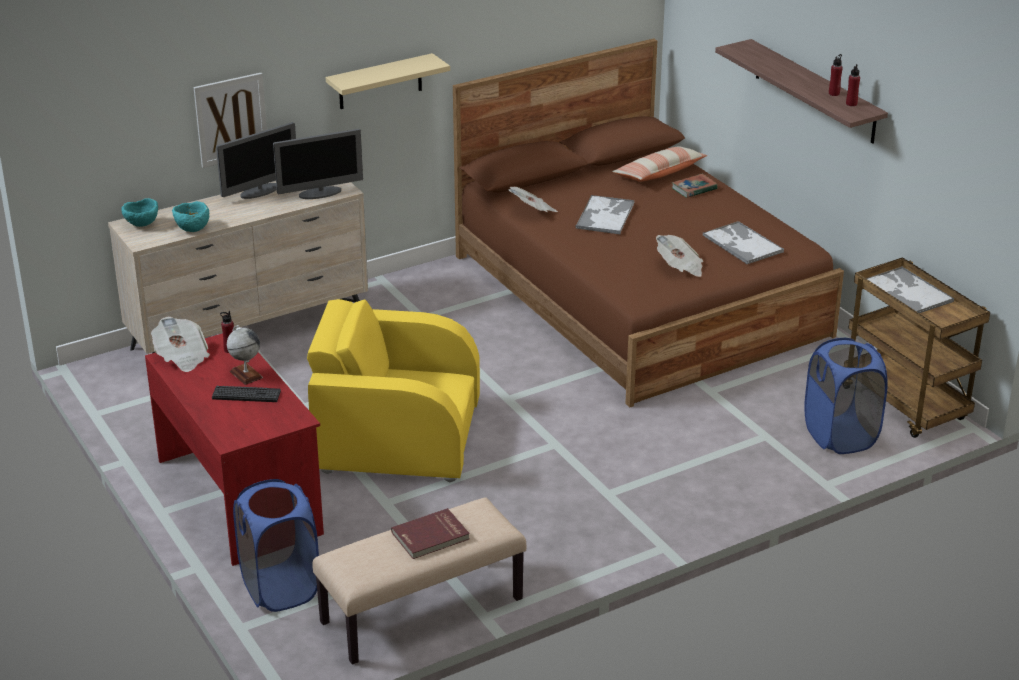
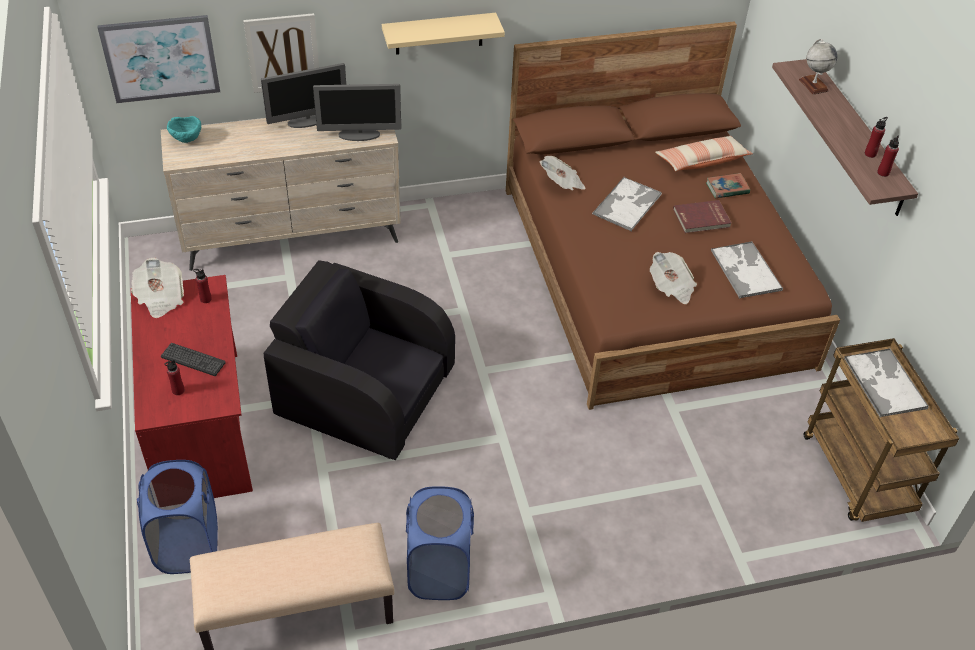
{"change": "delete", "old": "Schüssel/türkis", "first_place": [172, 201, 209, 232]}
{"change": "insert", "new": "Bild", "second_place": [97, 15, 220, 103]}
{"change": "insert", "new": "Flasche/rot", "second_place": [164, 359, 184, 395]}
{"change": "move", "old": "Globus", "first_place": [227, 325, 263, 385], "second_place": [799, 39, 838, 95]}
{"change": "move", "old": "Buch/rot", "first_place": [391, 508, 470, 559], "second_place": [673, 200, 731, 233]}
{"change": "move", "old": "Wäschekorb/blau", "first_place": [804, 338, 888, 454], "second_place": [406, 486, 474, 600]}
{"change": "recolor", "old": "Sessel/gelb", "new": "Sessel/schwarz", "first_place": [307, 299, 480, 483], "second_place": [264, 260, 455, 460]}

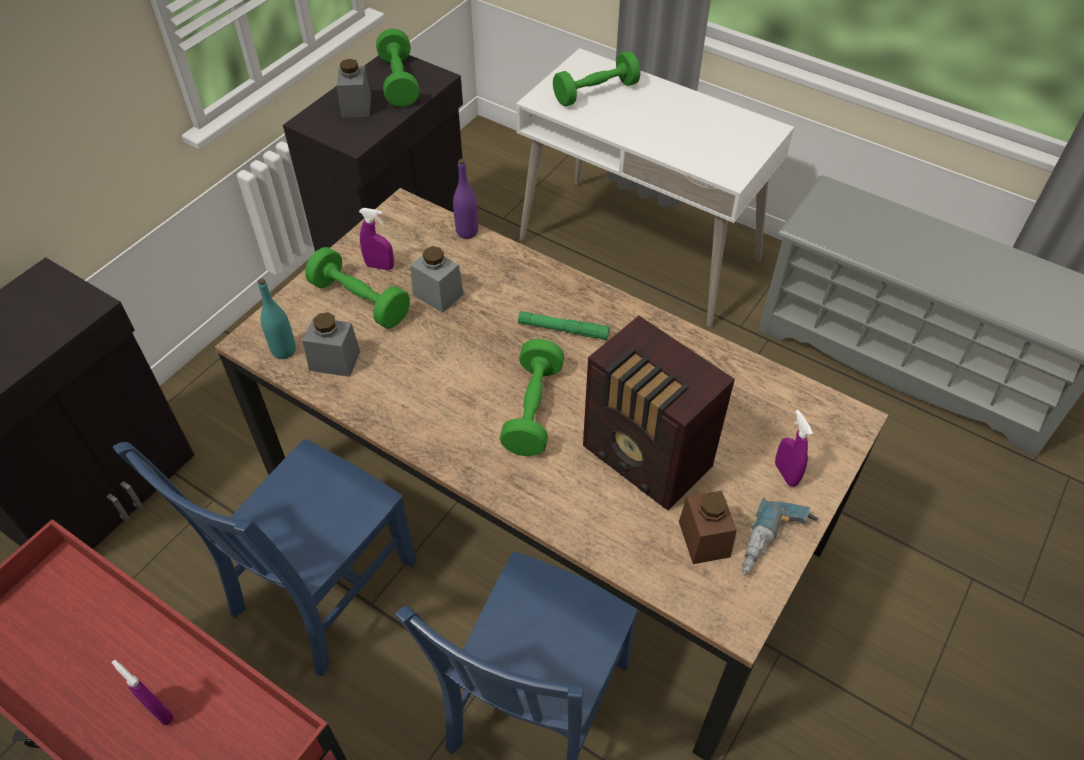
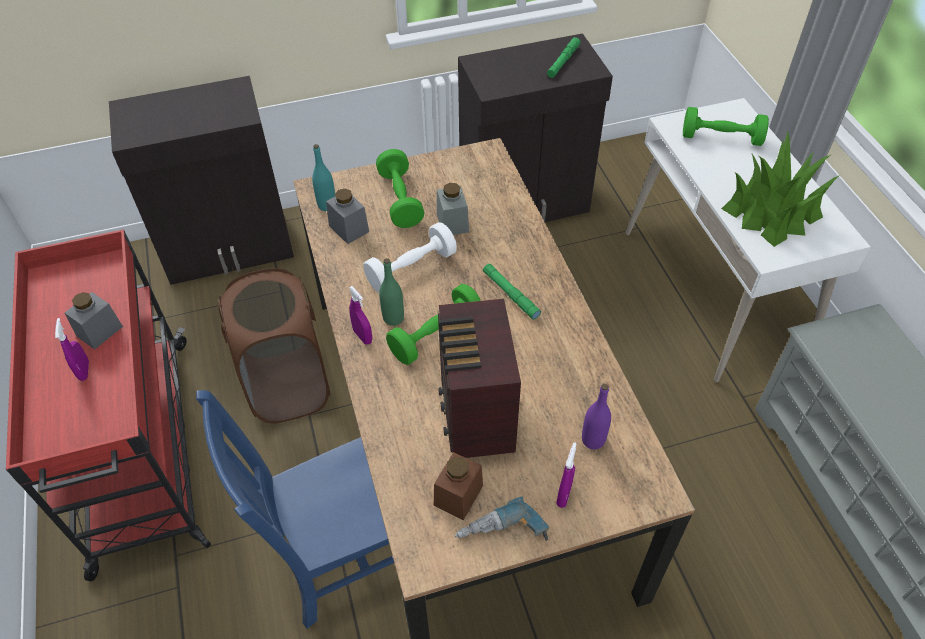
{"change": "insert", "new": "Hantel/weiß", "second_place": [363, 222, 457, 292]}
{"change": "insert", "new": "Flasche/grün", "second_place": [379, 258, 404, 326]}
{"change": "insert", "new": "Topfpflanze", "second_place": [721, 132, 840, 247]}
{"change": "move", "old": "Vorratsglas/grau", "first_place": [337, 59, 371, 118], "second_place": [65, 292, 123, 349]}
{"change": "move", "old": "Sprühflasche/lila", "first_place": [359, 208, 394, 270], "second_place": [349, 286, 372, 345]}
{"change": "move", "old": "Flasche/lila", "first_place": [453, 159, 478, 239], "second_place": [582, 384, 611, 450]}
{"change": "replace", "old": "Stuhl/blau", "new": "Wäschekorb/braun", "first_place": [113, 439, 417, 677], "second_place": [218, 268, 331, 424]}
{"change": "replace", "old": "Hantel/grün", "new": "Taschenlampe/grün", "first_place": [376, 29, 419, 107], "second_place": [547, 37, 580, 78]}

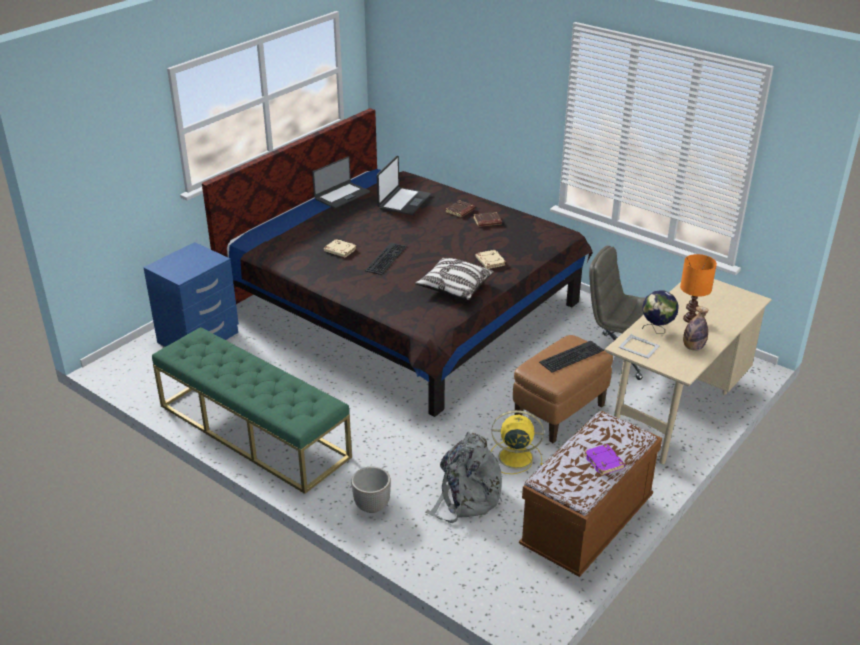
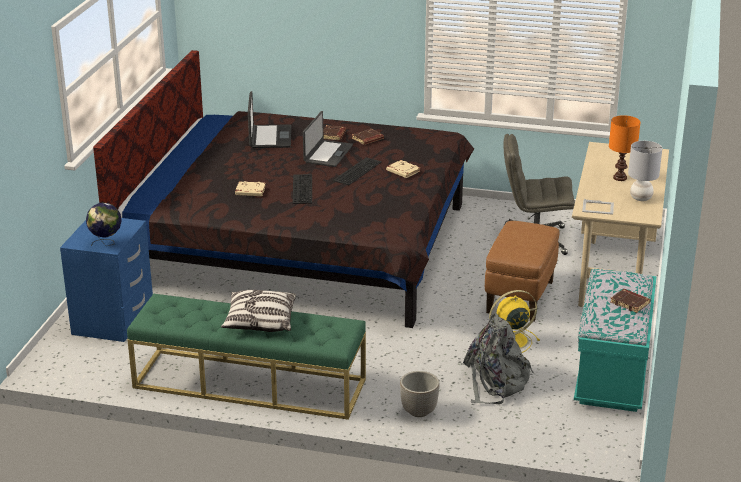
{"change": "move", "old": "Laptop", "first_place": [312, 156, 370, 208], "second_place": [303, 111, 353, 167]}
{"change": "move", "old": "Kissen", "first_place": [415, 258, 493, 300], "second_place": [221, 290, 296, 332]}
{"change": "move", "old": "Tastatur", "first_place": [539, 341, 604, 373], "second_place": [333, 157, 382, 185]}
{"change": "move", "old": "Globus", "first_place": [642, 290, 679, 334], "second_place": [86, 203, 122, 246]}
{"change": "replace", "old": "Flasche", "new": "Tischlampe/grau", "first_place": [683, 306, 709, 351], "second_place": [628, 141, 662, 201]}
{"change": "recolor", "old": "Bank/braun", "new": "Bank/türkis", "first_place": [519, 411, 662, 577], "second_place": [574, 269, 656, 412]}
{"change": "recolor", "old": "Buch/lila", "new": "Buch/braun", "first_place": [584, 444, 626, 476], "second_place": [610, 289, 651, 313]}

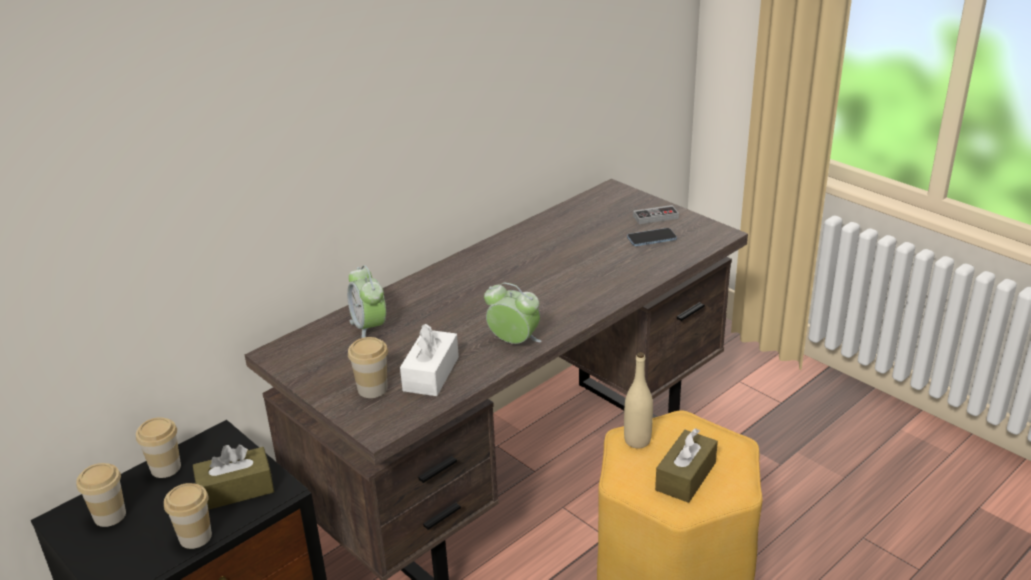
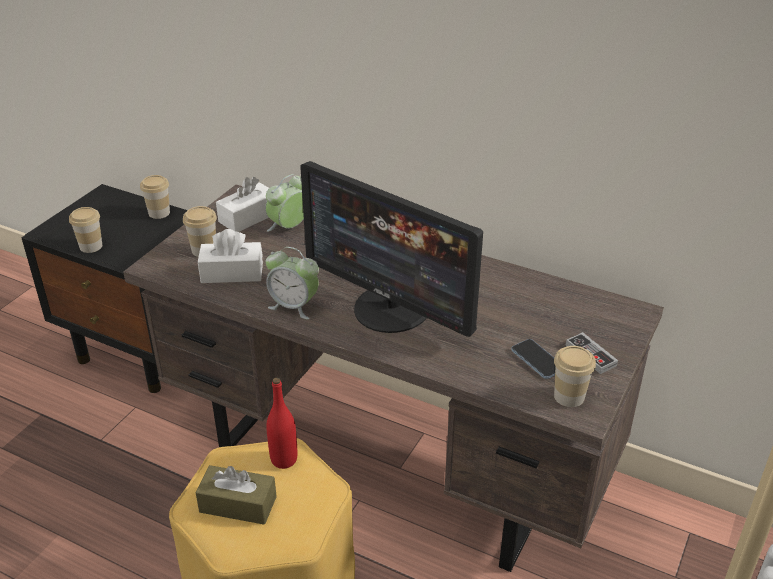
{"change": "delete", "old": "Taschentuchbox/braun", "first_place": [193, 445, 274, 510]}
{"change": "insert", "new": "Taschentuchbox/weiß", "second_place": [216, 177, 269, 232]}
{"change": "insert", "new": "Monitor", "second_place": [300, 161, 483, 337]}
{"change": "move", "old": "Tasse", "first_place": [76, 463, 126, 527], "second_place": [554, 346, 596, 407]}
{"change": "recolor", "old": "Flasche/beige", "new": "Flasche/rot", "first_place": [624, 352, 653, 448], "second_place": [266, 378, 297, 469]}
{"change": "rotate", "old": "Wecker", "first_place": [484, 283, 542, 344], "second_place": [266, 247, 319, 319], "degrees": 105}

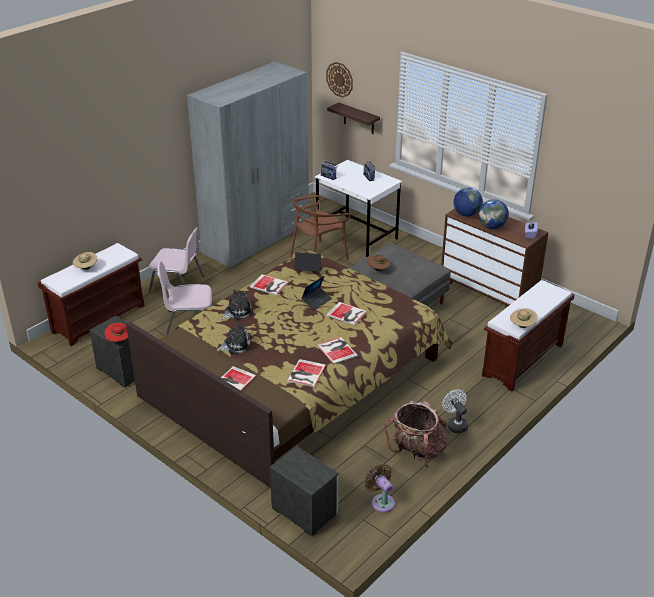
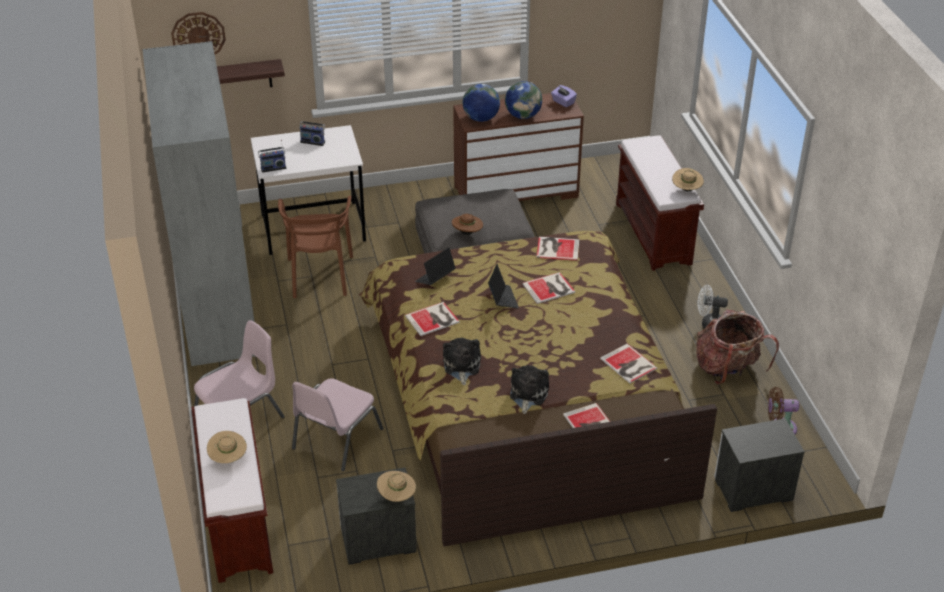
{"change": "move", "old": "Buch", "first_place": [317, 337, 358, 365], "second_place": [536, 237, 579, 261]}
{"change": "recolor", "old": "Hut/rot", "new": "Hut/beige", "first_place": [104, 323, 128, 342], "second_place": [377, 471, 416, 502]}

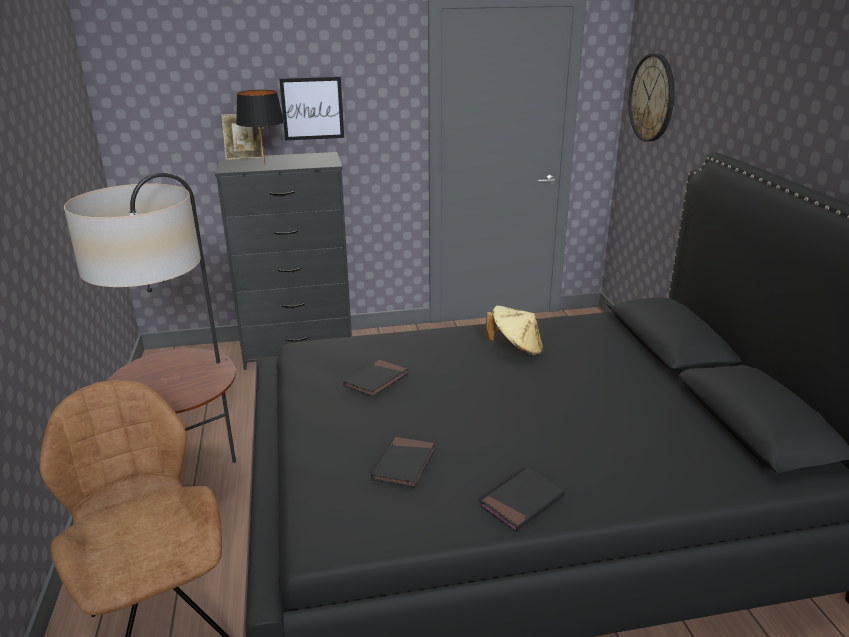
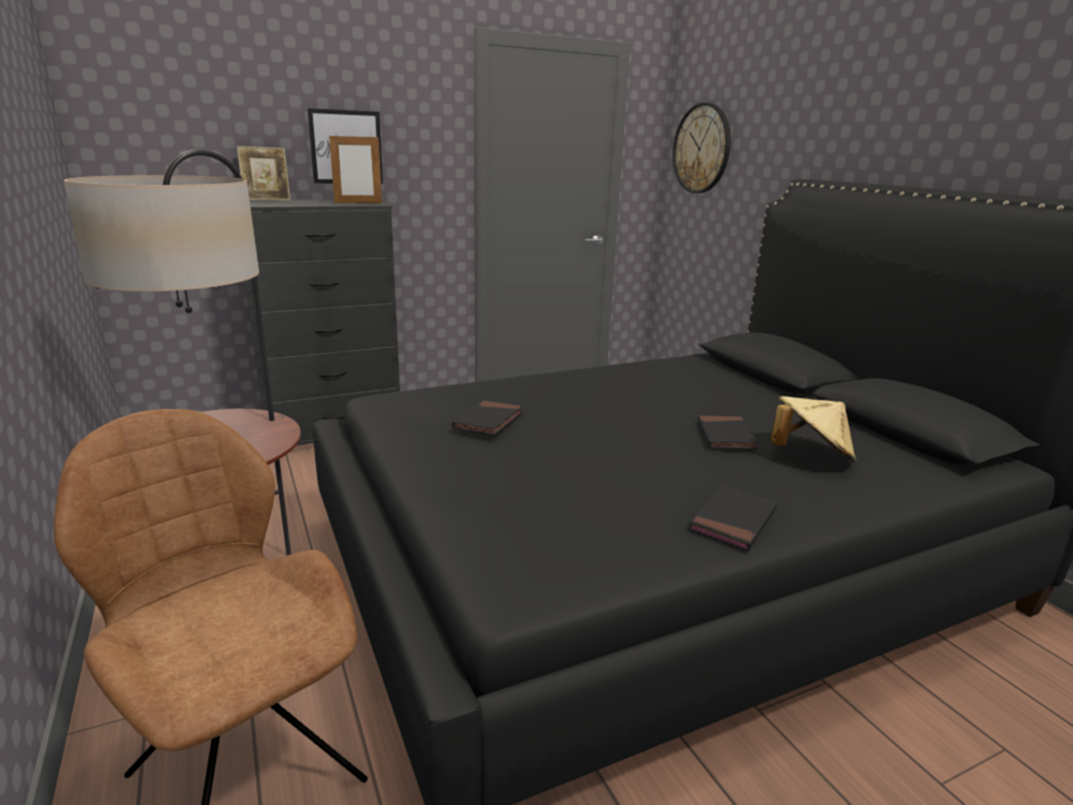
{"change": "delete", "old": "Tischlampe/schwarz", "first_place": [236, 90, 284, 163]}
{"change": "insert", "new": "Bilderrahmen", "second_place": [329, 136, 382, 203]}
{"change": "move", "old": "Buch/schwarz", "first_place": [371, 437, 436, 488], "second_place": [698, 416, 759, 449]}
{"change": "move", "old": "Hut/beige", "first_place": [485, 305, 543, 356], "second_place": [770, 396, 857, 463]}

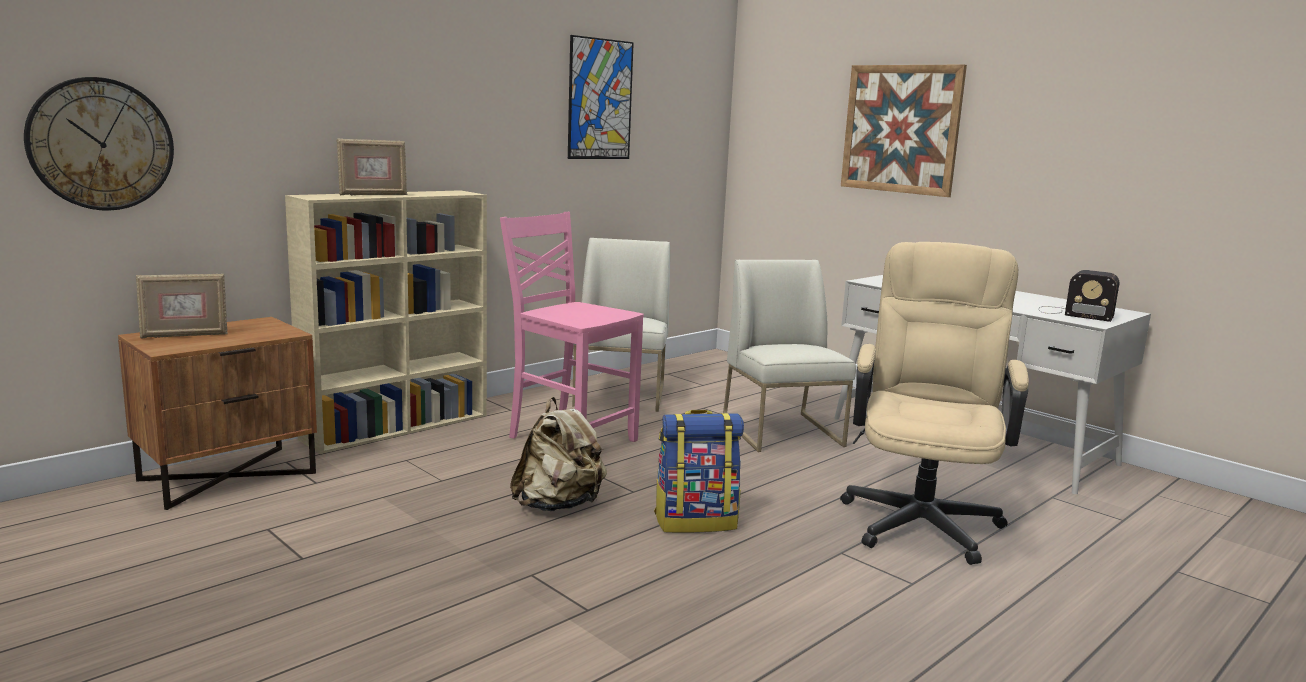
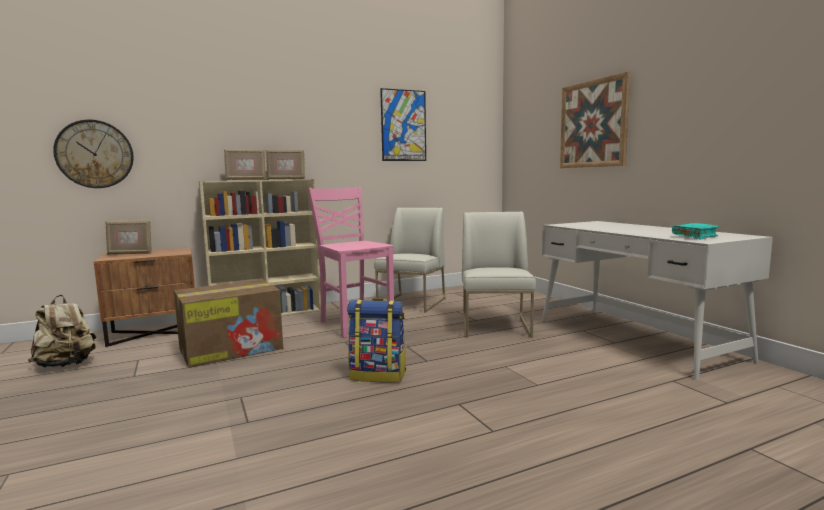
{"change": "delete", "old": "Bürostuhl/beige", "first_place": [840, 242, 1029, 565]}
{"change": "insert", "new": "Karton", "second_place": [174, 279, 283, 368]}
{"change": "insert", "new": "Bilderrahmen", "second_place": [266, 150, 305, 179]}
{"change": "move", "old": "Rucksack/beige", "first_place": [510, 397, 607, 511], "second_place": [28, 295, 96, 368]}
{"change": "replace", "old": "Radio", "new": "Buch/türkis", "first_place": [1038, 270, 1119, 322], "second_place": [672, 223, 720, 239]}

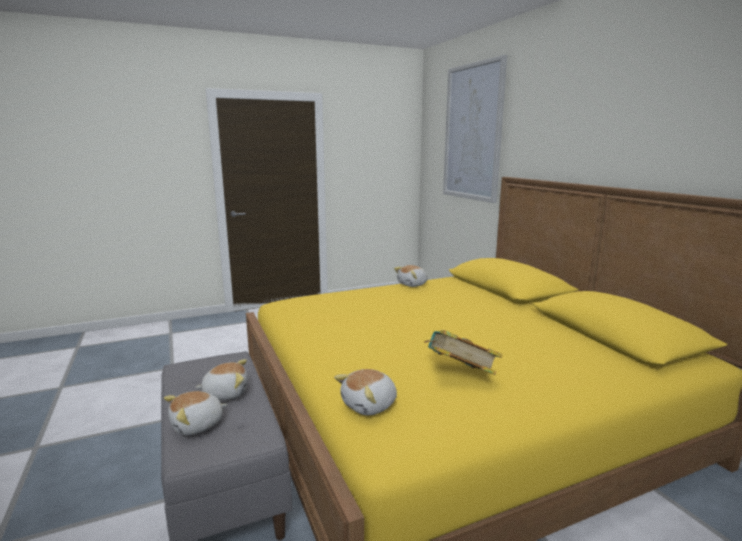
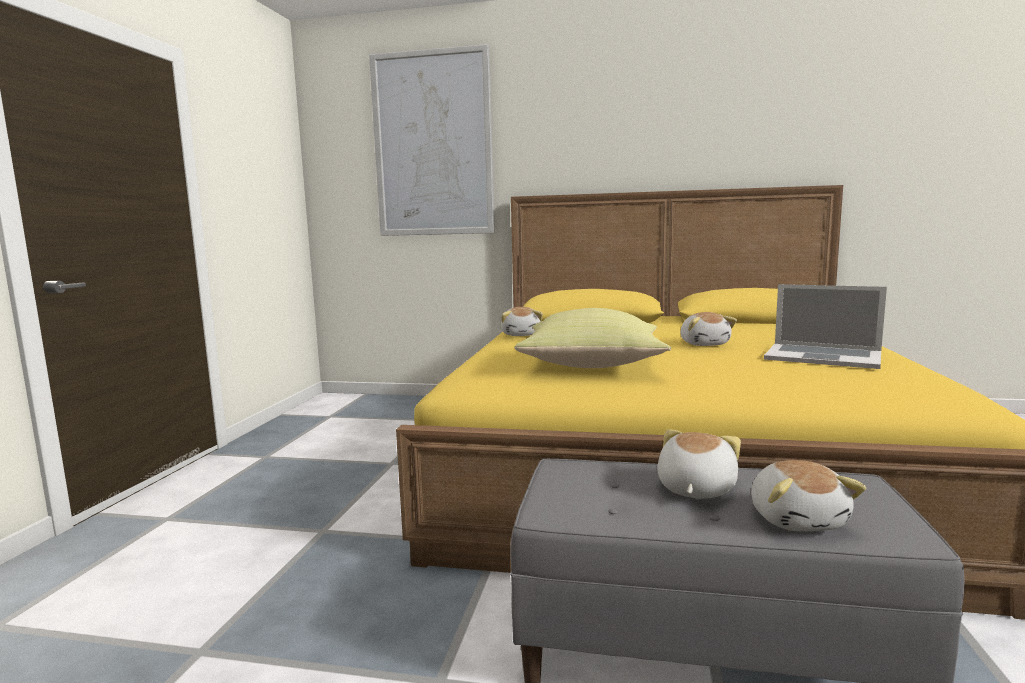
{"change": "insert", "new": "Kissen/gelb", "second_place": [515, 308, 672, 368]}
{"change": "move", "old": "Plüschtier", "first_place": [334, 369, 397, 415], "second_place": [680, 312, 737, 346]}
{"change": "replace", "old": "Buch", "new": "Laptop", "first_place": [425, 330, 502, 375], "second_place": [764, 284, 887, 369]}

